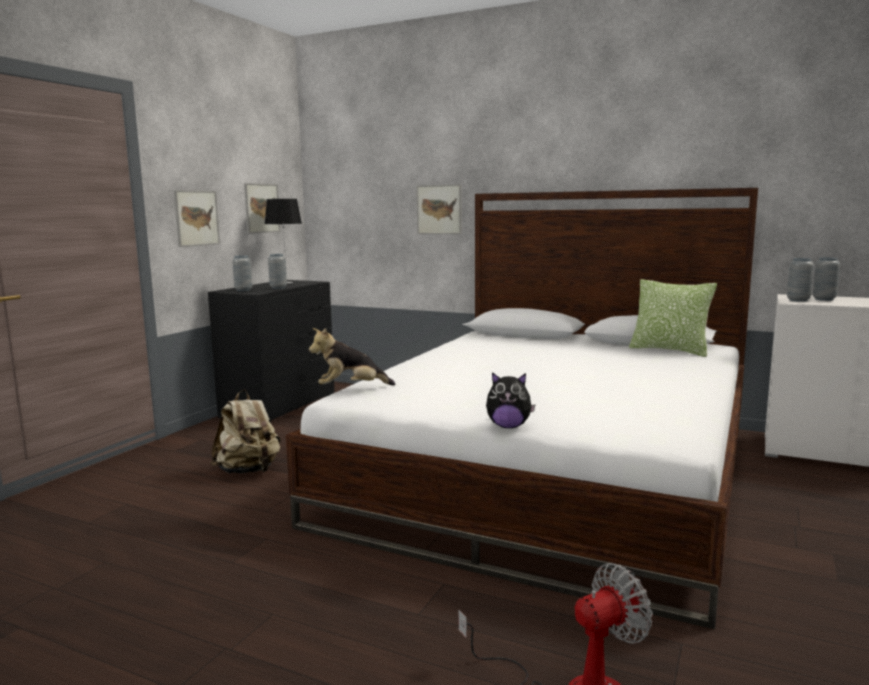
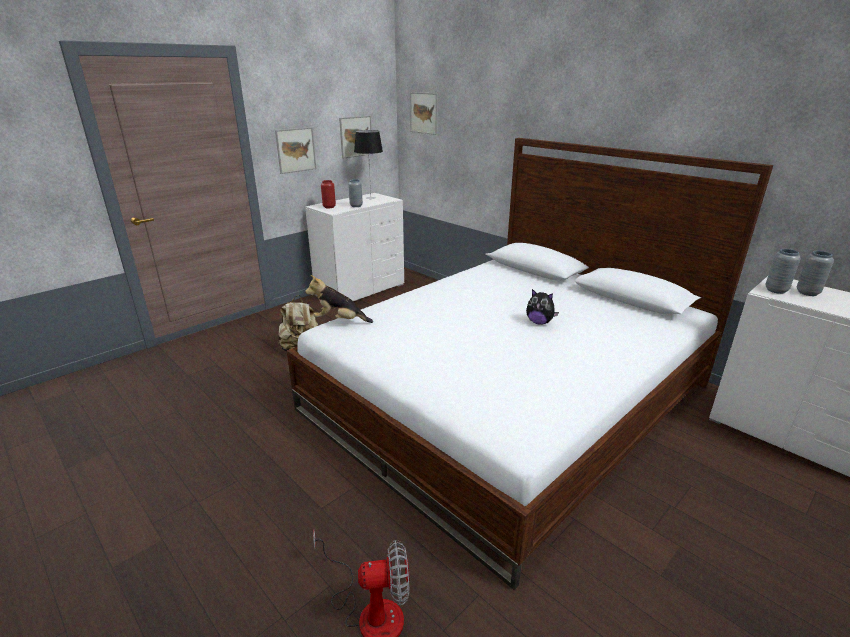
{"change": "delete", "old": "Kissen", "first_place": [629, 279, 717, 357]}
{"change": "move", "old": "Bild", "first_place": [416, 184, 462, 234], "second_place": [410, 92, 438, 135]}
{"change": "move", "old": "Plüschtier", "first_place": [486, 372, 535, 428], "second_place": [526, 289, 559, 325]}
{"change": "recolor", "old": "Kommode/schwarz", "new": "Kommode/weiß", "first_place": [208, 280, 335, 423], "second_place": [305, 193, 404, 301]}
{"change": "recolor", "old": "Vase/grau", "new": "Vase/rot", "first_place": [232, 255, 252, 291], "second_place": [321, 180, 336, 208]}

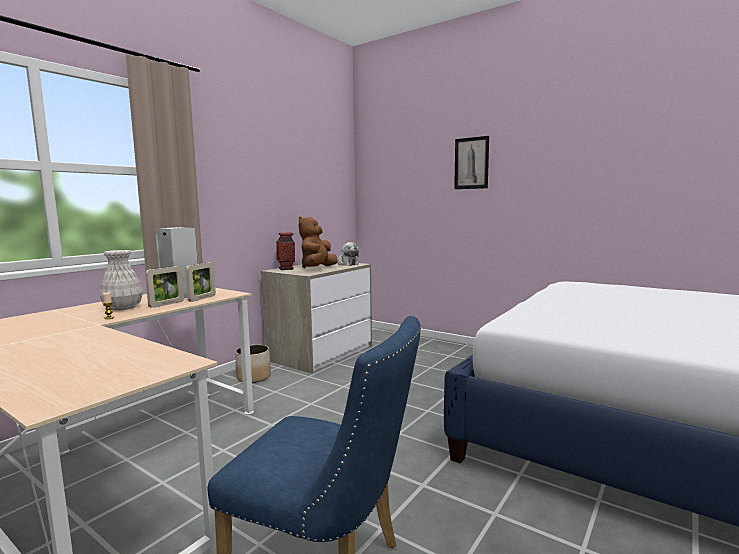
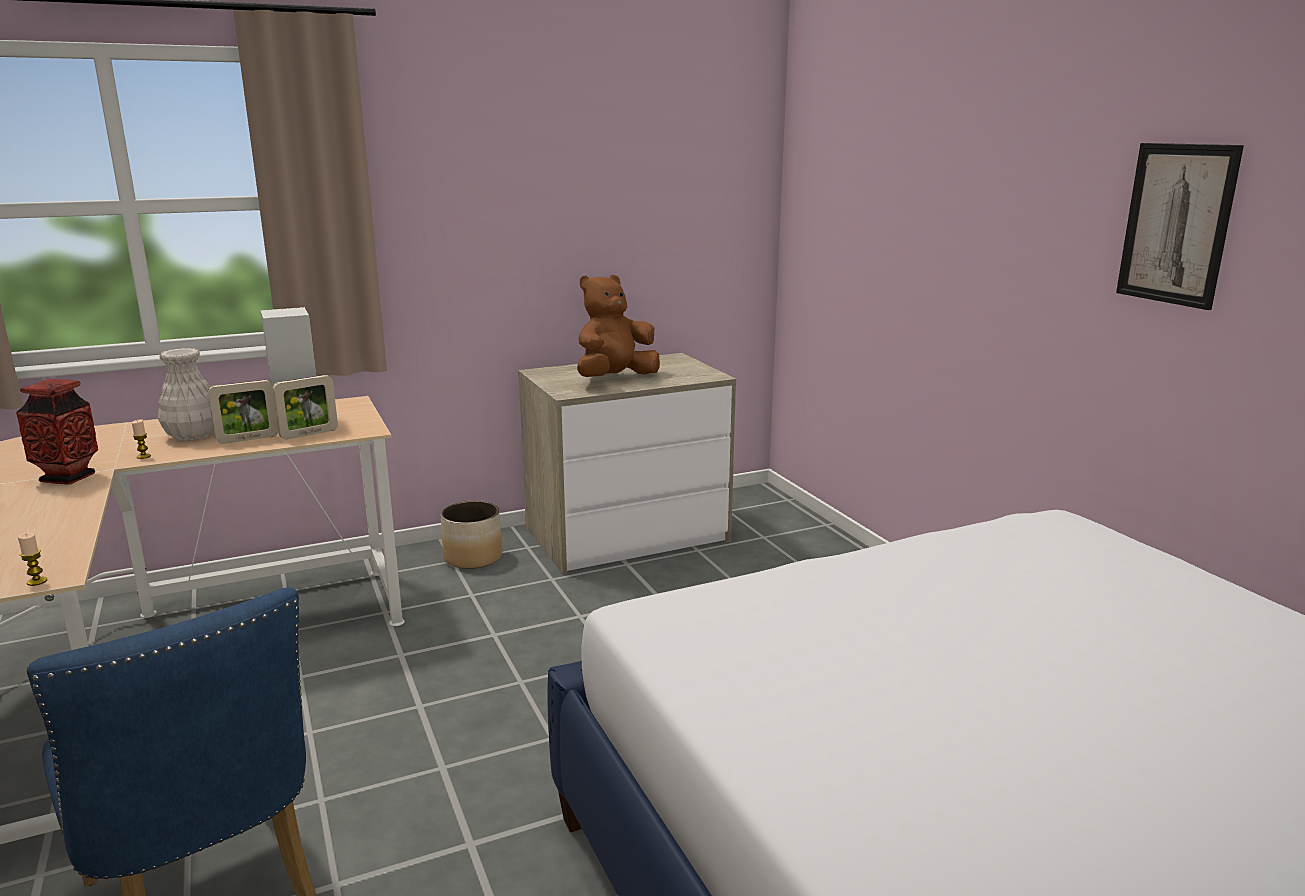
{"change": "delete", "old": "Plüschtier", "first_place": [337, 242, 359, 266]}
{"change": "insert", "new": "Kerze", "second_place": [18, 532, 47, 586]}
{"change": "move", "old": "Vase", "first_place": [276, 233, 295, 270], "second_place": [16, 379, 98, 485]}
{"change": "move", "old": "Bild", "first_place": [454, 136, 489, 189], "second_place": [1116, 143, 1244, 310]}

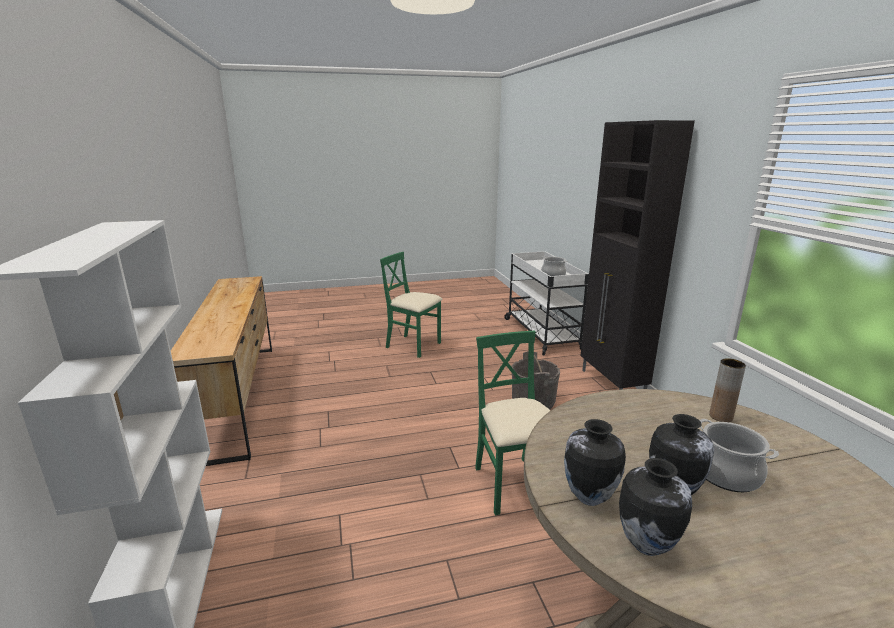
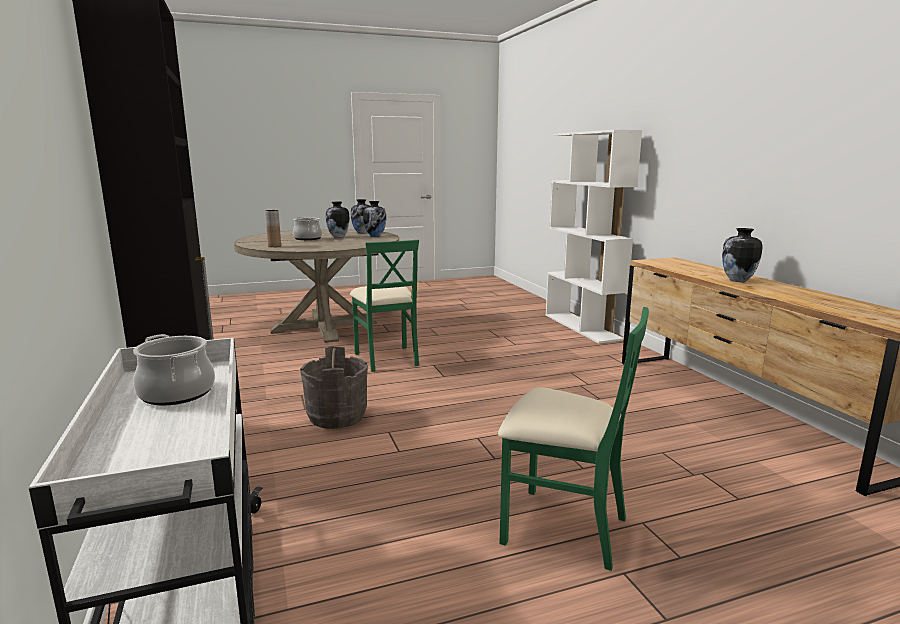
{"change": "insert", "new": "Vase", "second_place": [722, 228, 763, 282]}

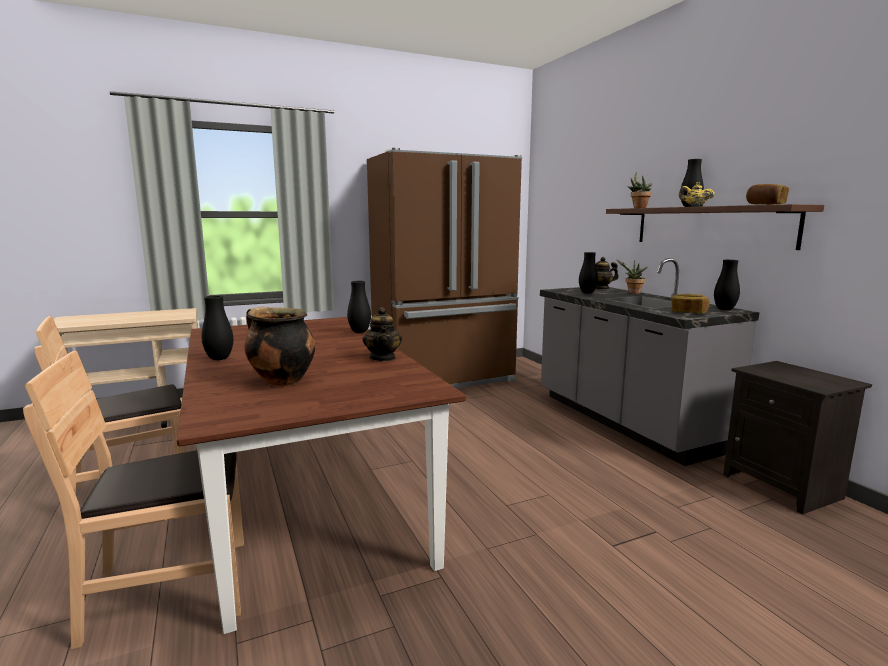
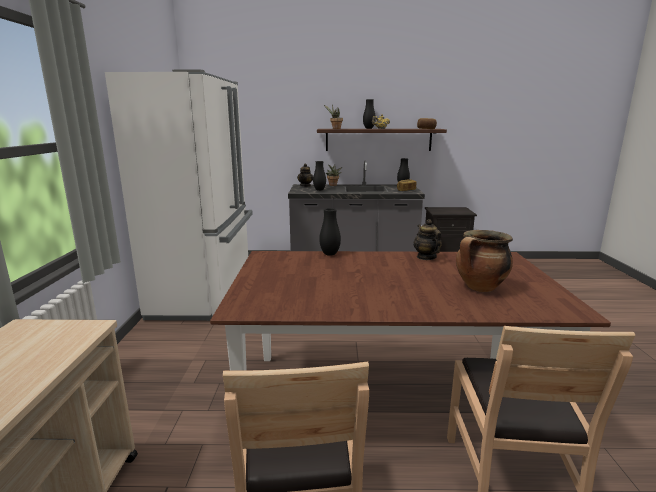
{"change": "delete", "old": "Vase/schwarz", "first_place": [201, 295, 233, 360]}
{"change": "recolor", "old": "Kühlschrank/braun", "new": "Kühlschrank/weiß", "first_place": [367, 148, 522, 388], "second_place": [105, 70, 253, 321]}
{"change": "rotate", "old": "Teekanne", "first_place": [362, 307, 402, 361], "second_place": [413, 219, 442, 260], "degrees": -120}

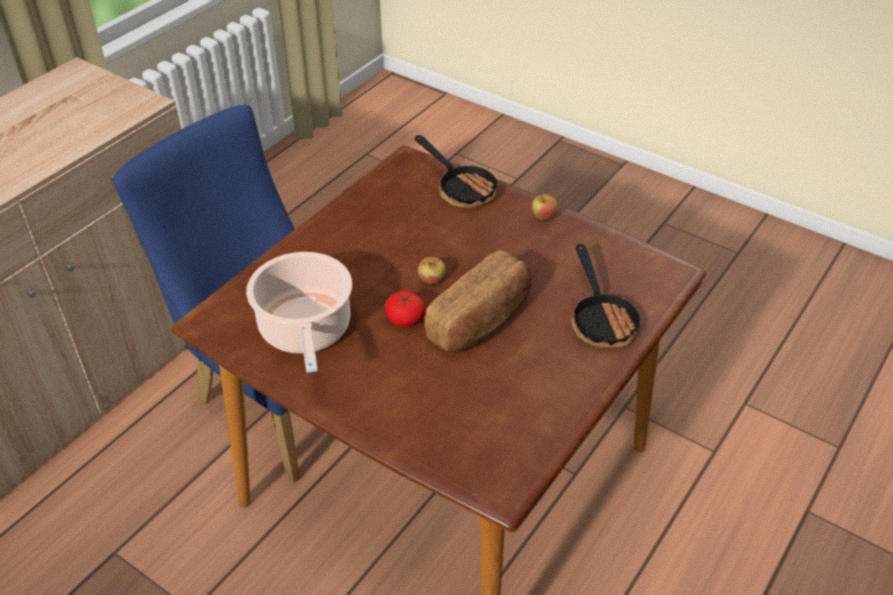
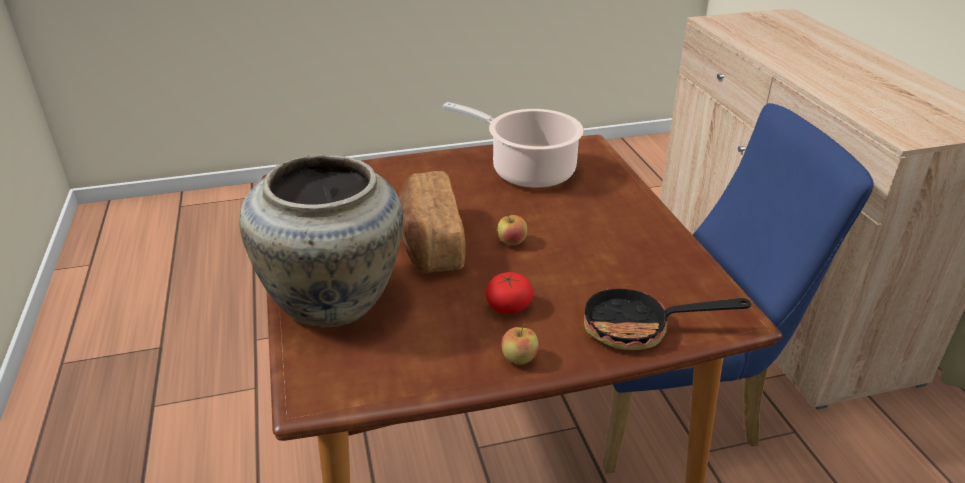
{"change": "move", "old": "Tomate", "first_place": [385, 291, 426, 327], "second_place": [485, 272, 533, 314]}
{"change": "replace", "old": "Pfanne", "new": "Vase/beige", "first_place": [571, 244, 644, 348], "second_place": [239, 155, 403, 327]}

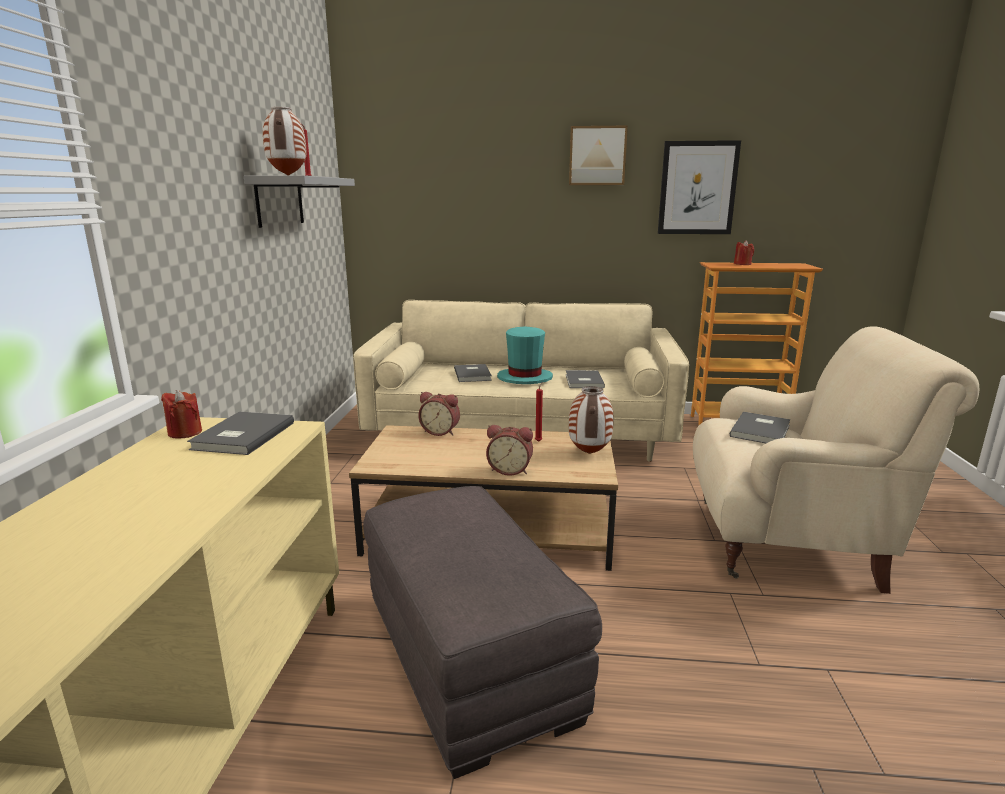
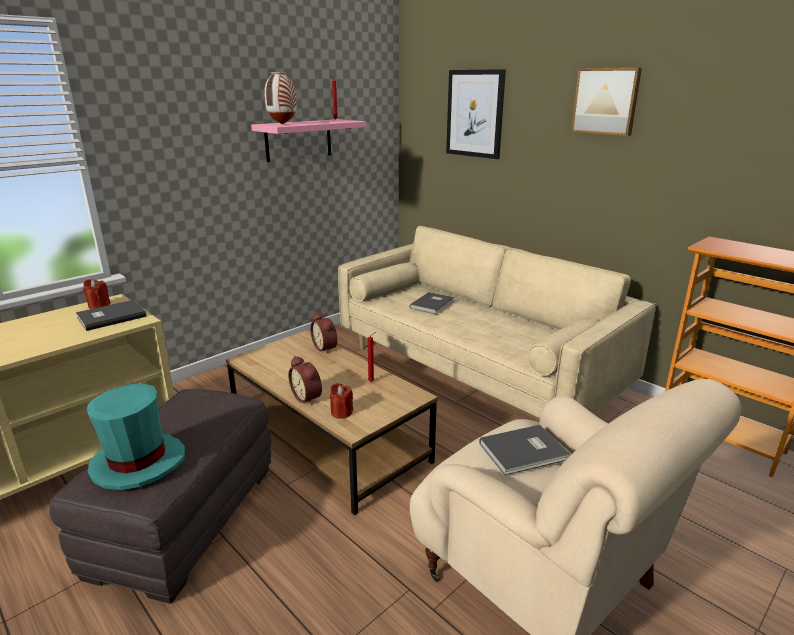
{"change": "delete", "old": "Buch/grau", "first_place": [566, 370, 605, 388]}
{"change": "delete", "old": "Vase", "first_place": [569, 386, 614, 454]}
{"change": "move", "old": "Hut/türkis", "first_place": [497, 326, 553, 384], "second_place": [87, 384, 185, 490]}
{"change": "move", "old": "Bild", "first_place": [658, 140, 741, 234], "second_place": [446, 69, 506, 159]}
{"change": "move", "old": "Kerze/rot", "first_place": [734, 240, 754, 265], "second_place": [330, 383, 353, 419]}
{"change": "recolor", "old": "Wandregal/grau", "new": "Wandregal/rosa", "first_place": [244, 175, 355, 228], "second_place": [251, 119, 366, 162]}

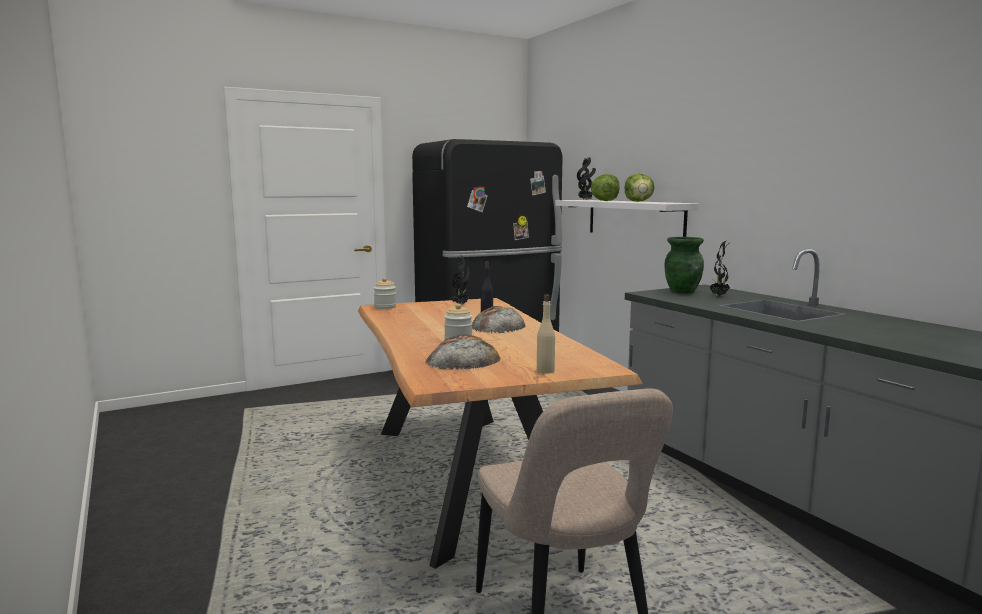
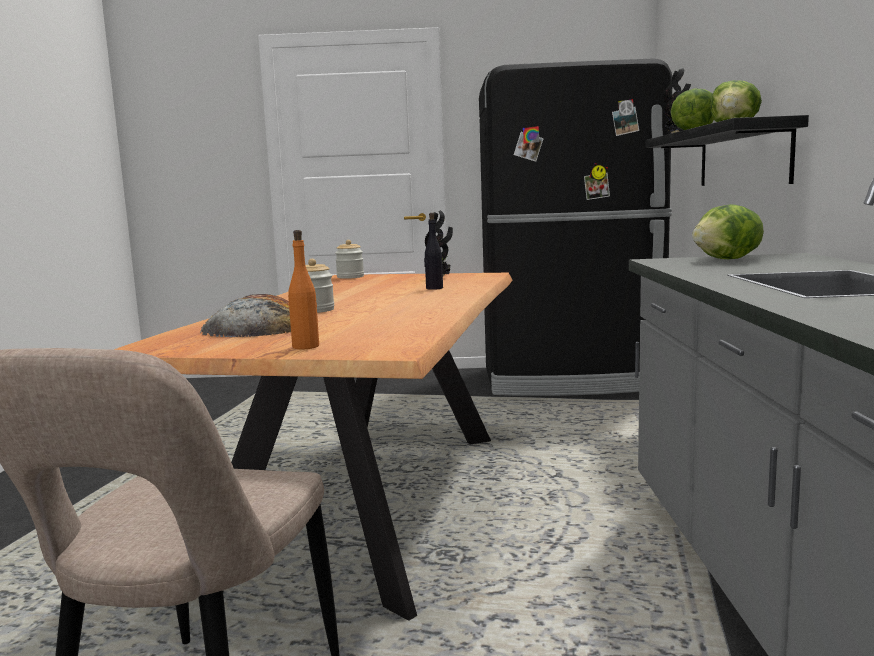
{"change": "delete", "old": "Brot", "first_place": [472, 306, 526, 333]}
{"change": "delete", "old": "Topfpflanze", "first_place": [710, 241, 731, 297]}
{"change": "replace", "old": "Vase/grün", "new": "Salatkopf", "first_place": [664, 237, 704, 294], "second_place": [692, 204, 764, 259]}
{"change": "recolor", "old": "Flasche/beige", "new": "Flasche/orange", "first_place": [537, 294, 555, 373], "second_place": [288, 230, 319, 349]}
{"change": "recolor", "old": "Wandregal/weiß", "new": "Wandregal/schwarz", "first_place": [555, 200, 699, 237], "second_place": [645, 115, 809, 186]}

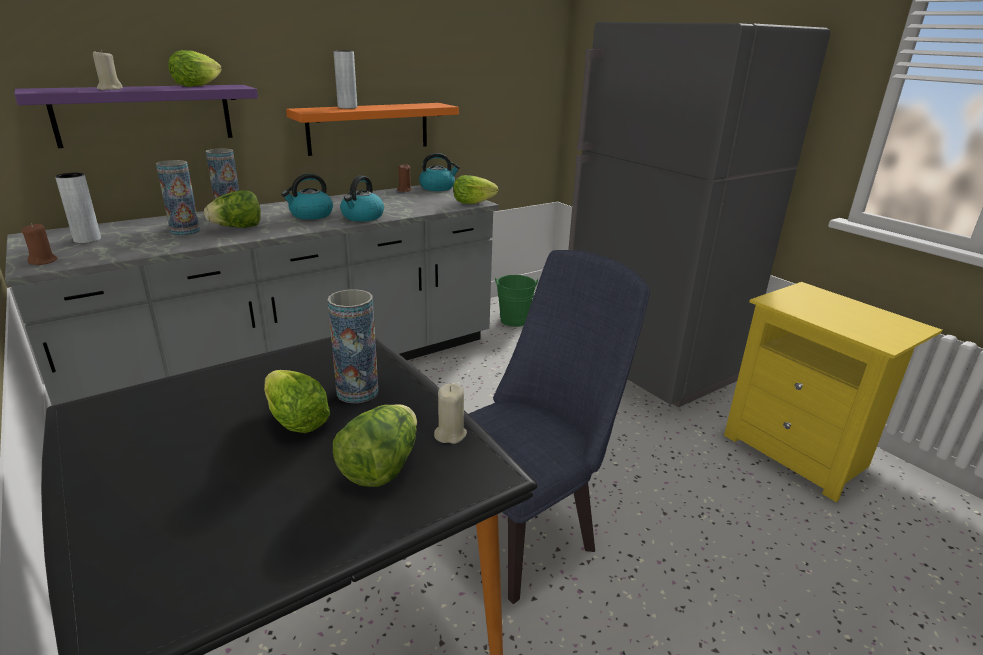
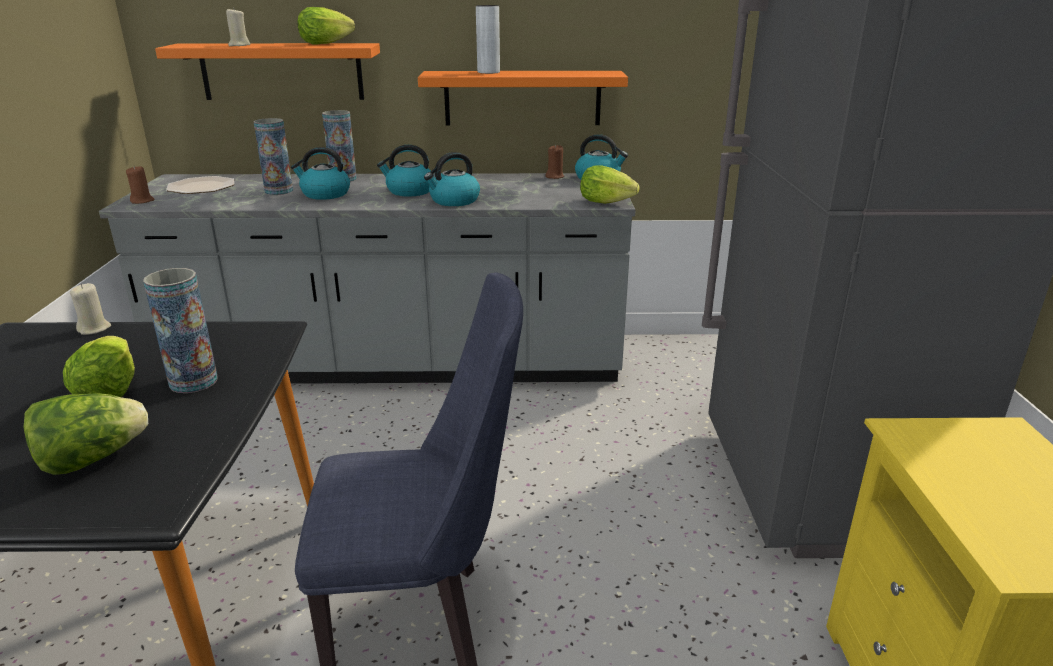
{"change": "delete", "old": "Eimer/grün", "first_place": [495, 275, 538, 327]}
{"change": "move", "old": "Kerze/beige", "first_place": [434, 384, 467, 444], "second_place": [70, 283, 111, 335]}
{"change": "replace", "old": "Vase/grau", "new": "Teller", "first_place": [55, 173, 101, 243], "second_place": [166, 176, 234, 194]}
{"change": "replace", "old": "Salatkopf", "new": "Wasserkessel", "first_place": [204, 190, 261, 228], "second_place": [291, 147, 350, 200]}
{"change": "recolor", "old": "Wandregal/lila", "new": "Wandregal/orange", "first_place": [14, 85, 258, 148], "second_place": [155, 43, 380, 100]}

